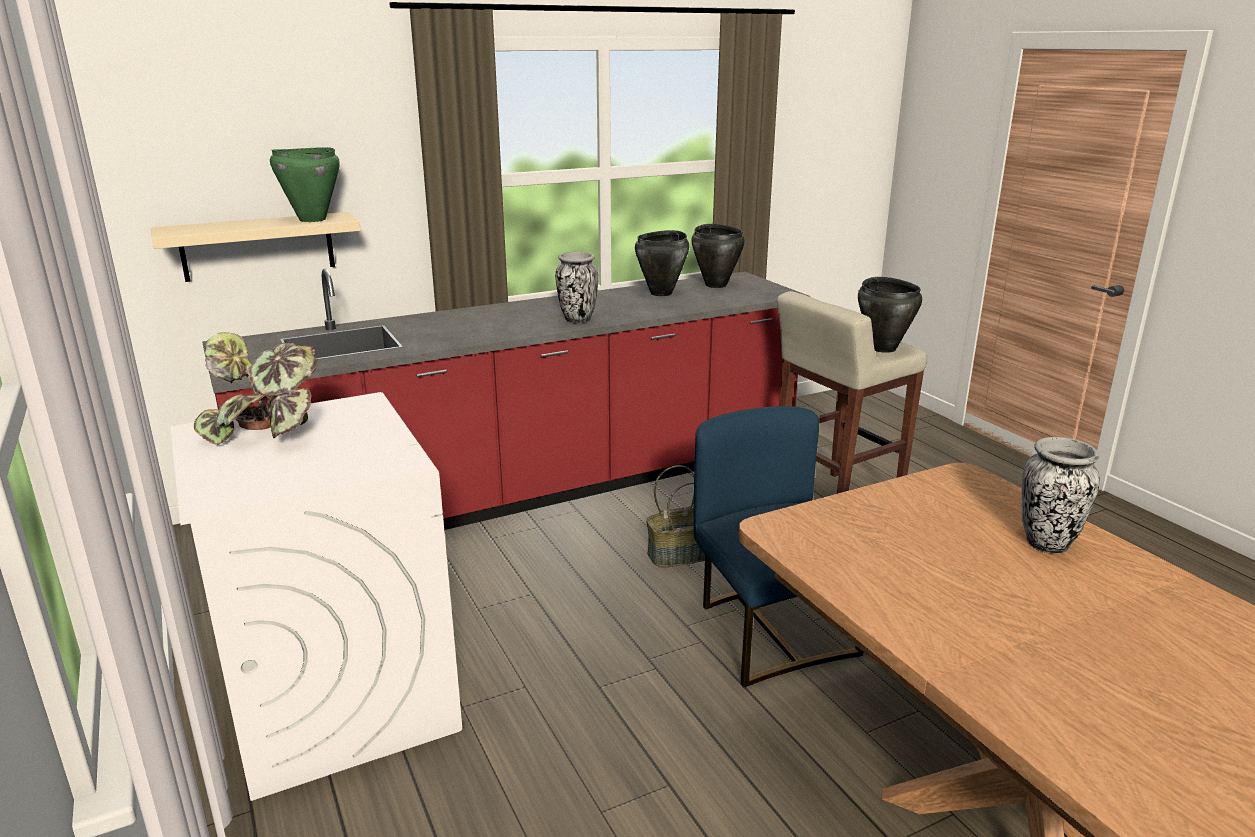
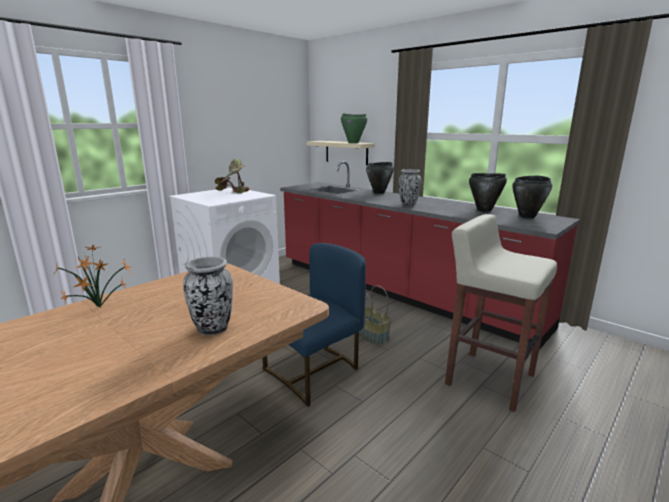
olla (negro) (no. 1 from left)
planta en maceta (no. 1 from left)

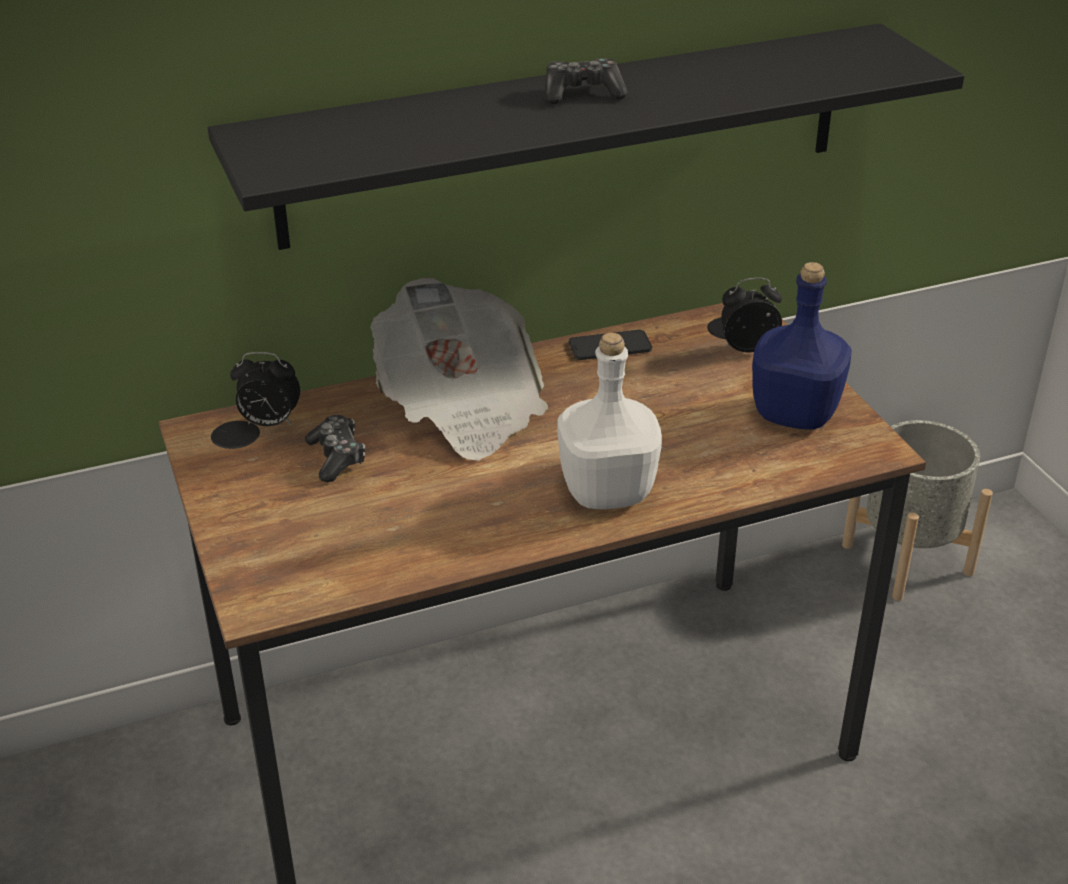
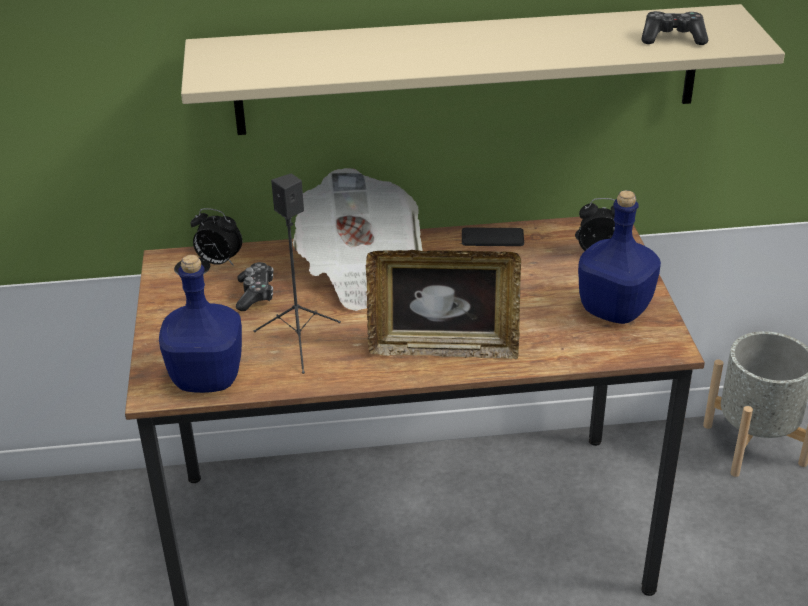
estante (beis)
mando de consola (no. 2 from left)
portarretratos
altavoz (negro)
botella (azul) (no. 1 from left)

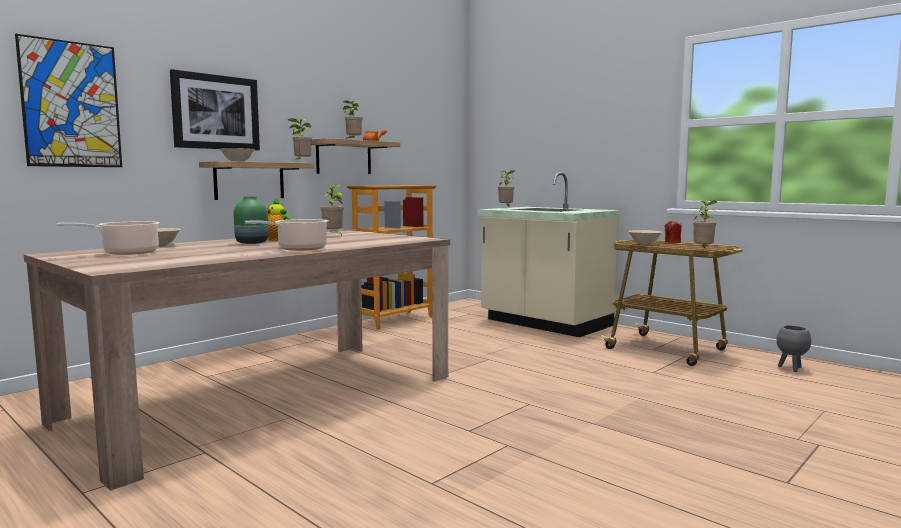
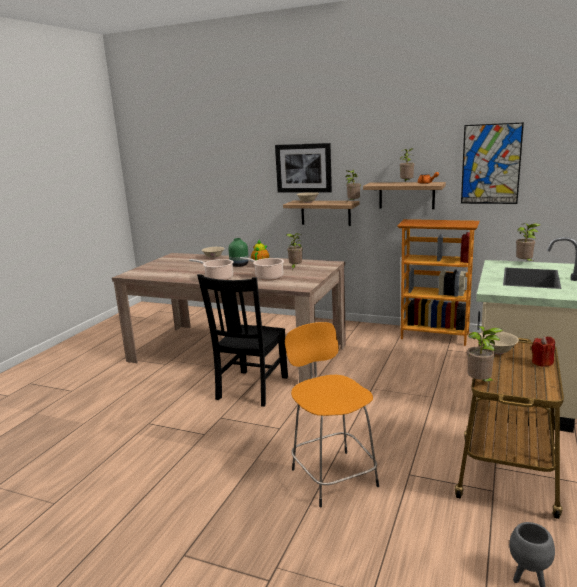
cuadro (no. 2 from left)
olla (no. 2 from left)
silla (negro)
taburete (naranja)

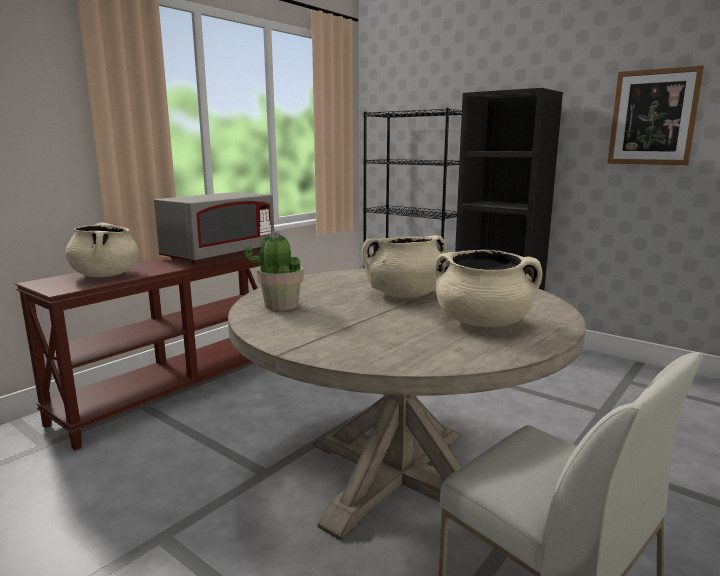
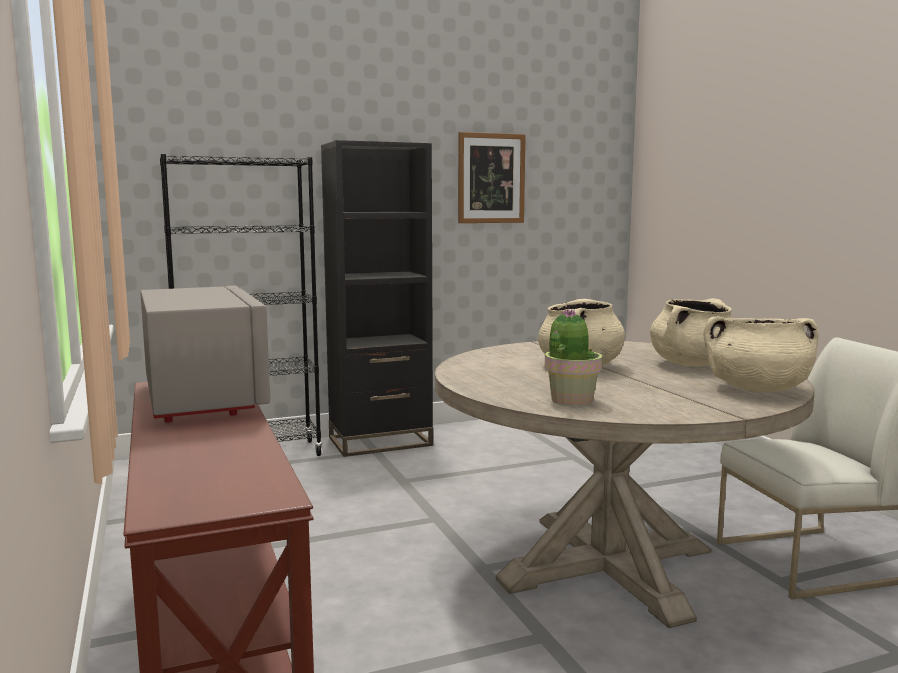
olla (beis) (no. 3 from left)

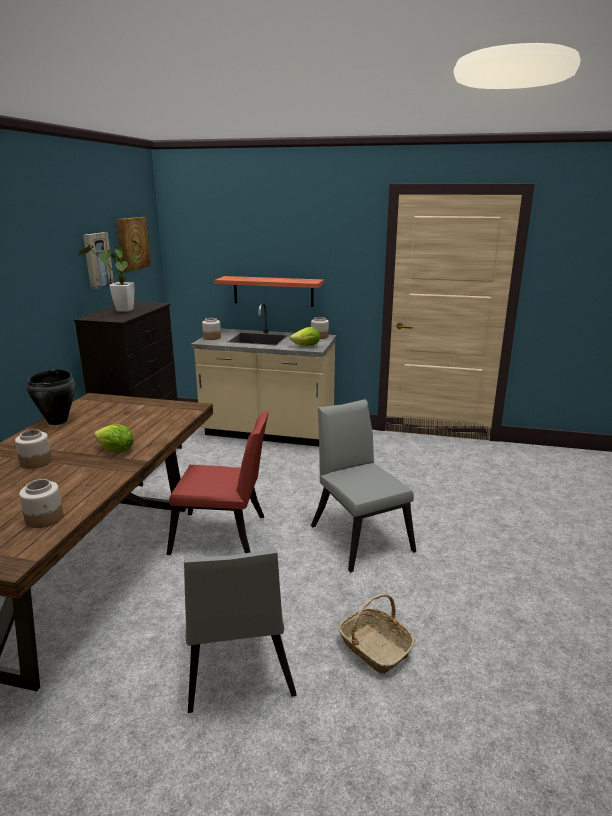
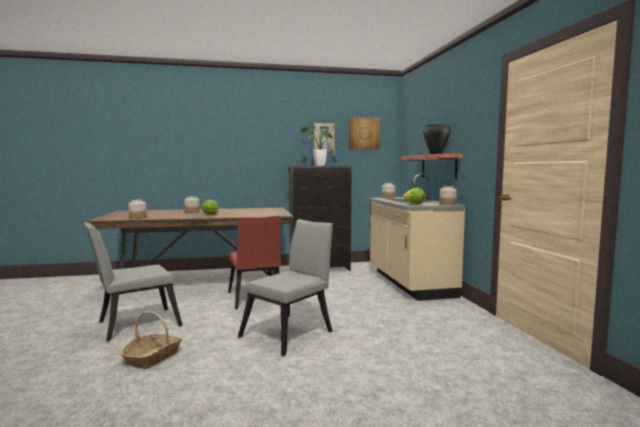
olla (negro)

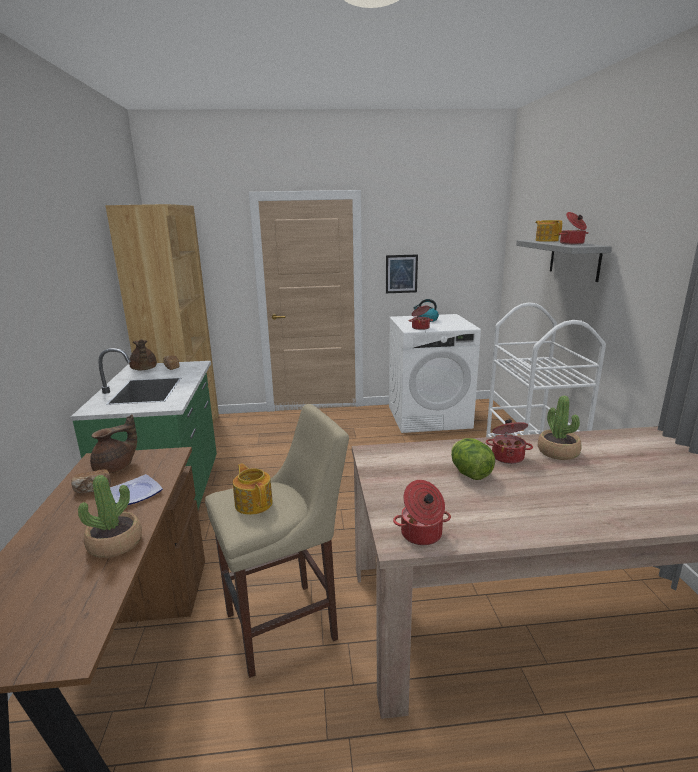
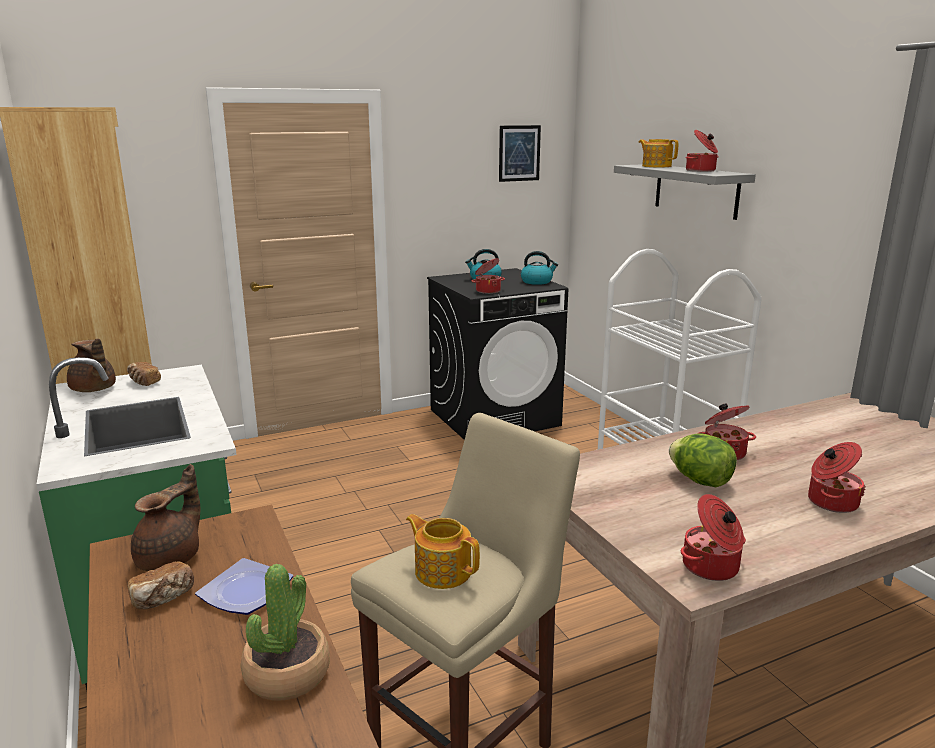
cuadro
lavadora (negro)
planta en maceta (no. 2 from left in the first image)
hervidor (no. 2 from left)
olla (no. 5 from left)

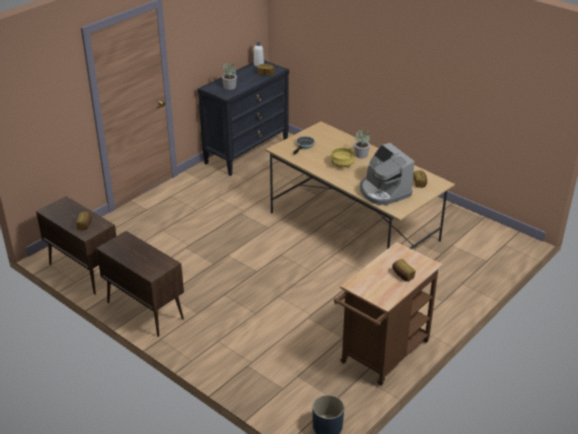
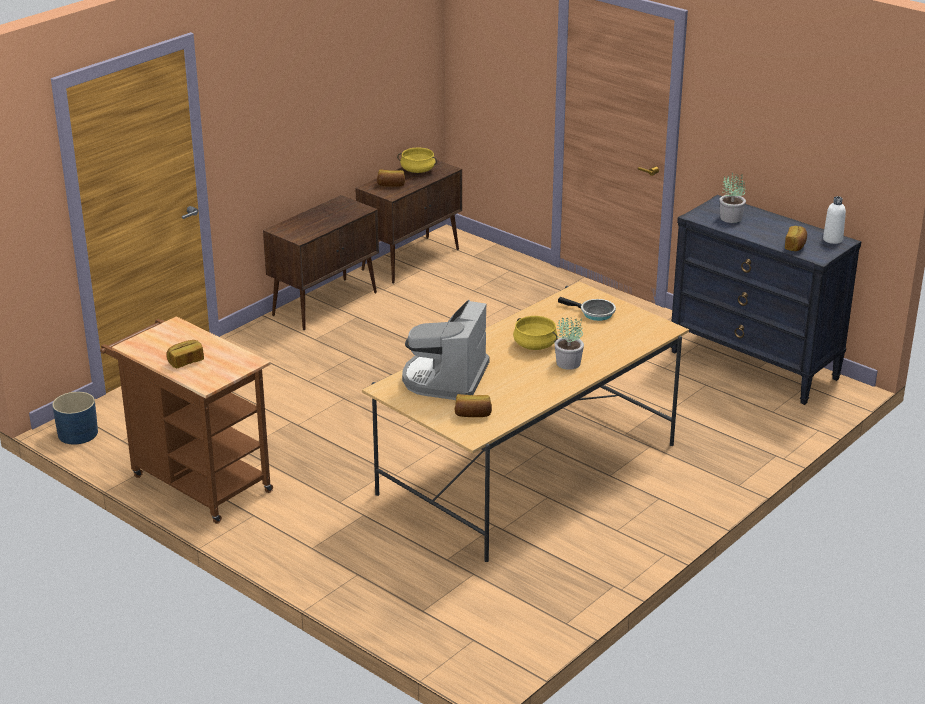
cafetera
olla (amarillo) (no. 1 from left)

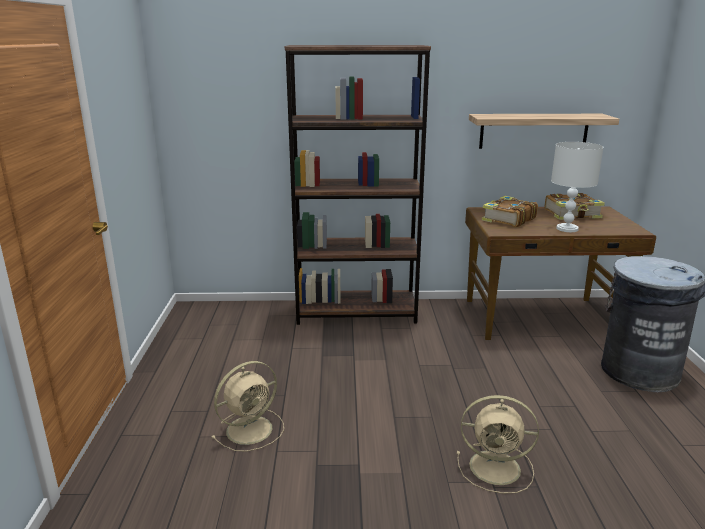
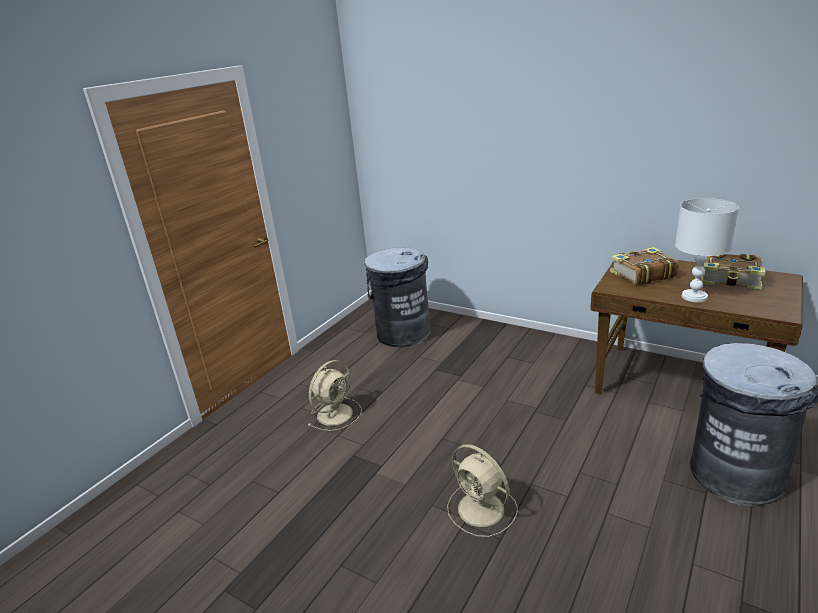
estantería (marrón)
estante
ventilador (beis) (no. 1 from left)
papelera (gris) (no. 1 from left)

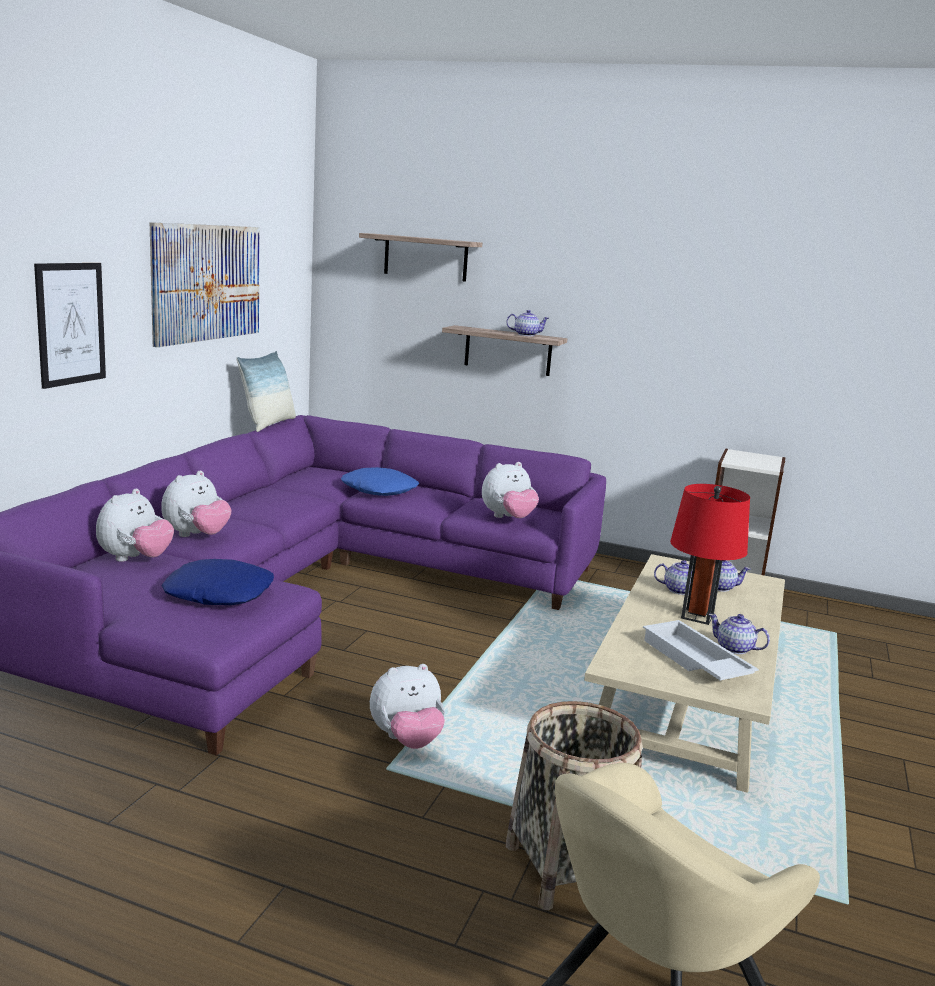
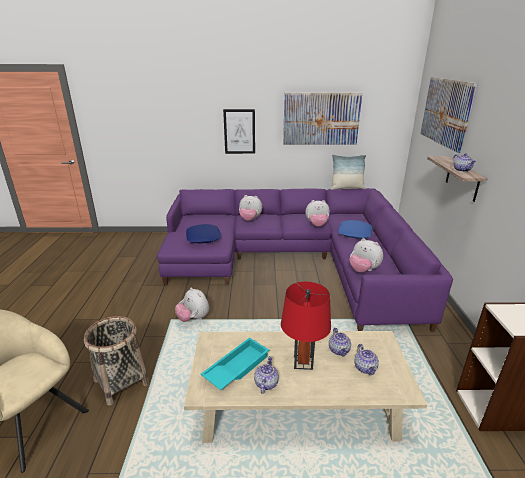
cuadro (no. 3 from left)
peluche (no. 3 from left)
bandeja (turquesa)

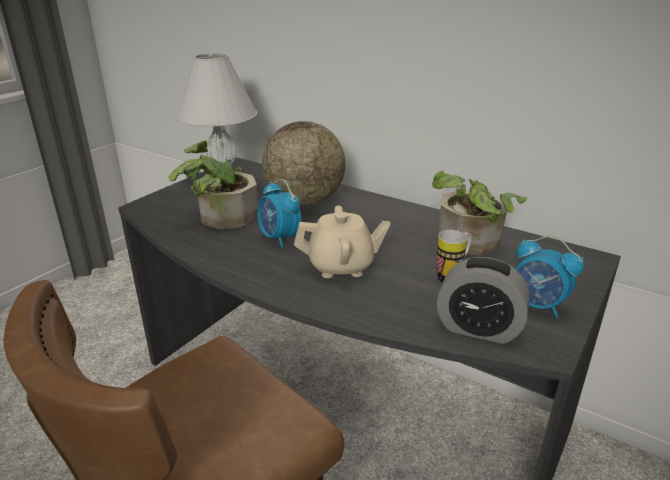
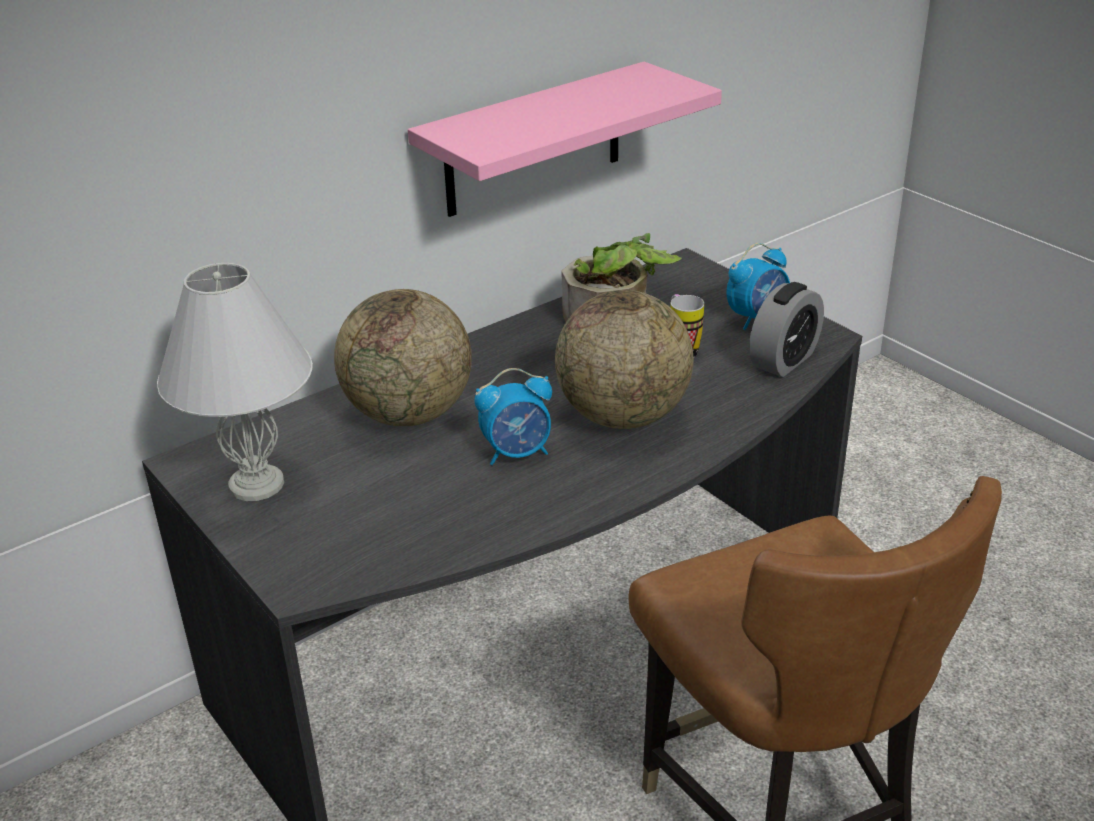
planta en maceta (no. 1 from left in the first image)
globo terráqueo (no. 2 from left)
estante (rosa)

